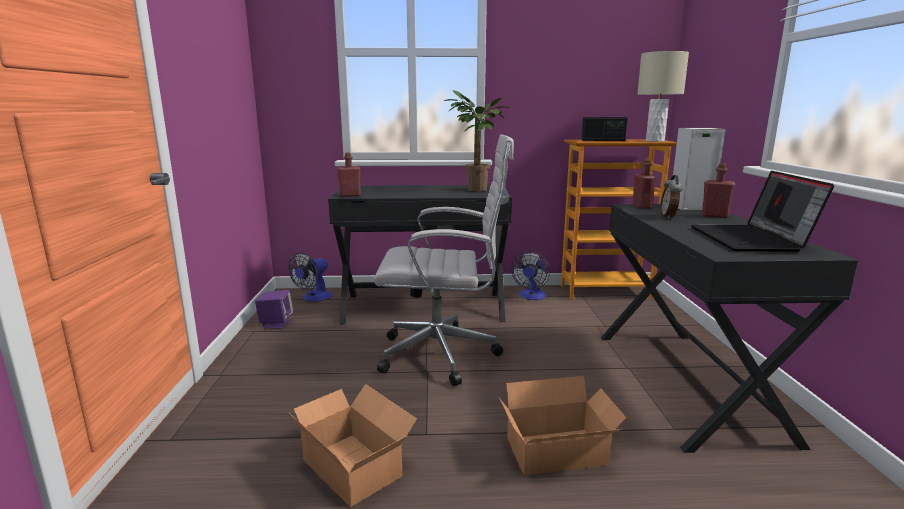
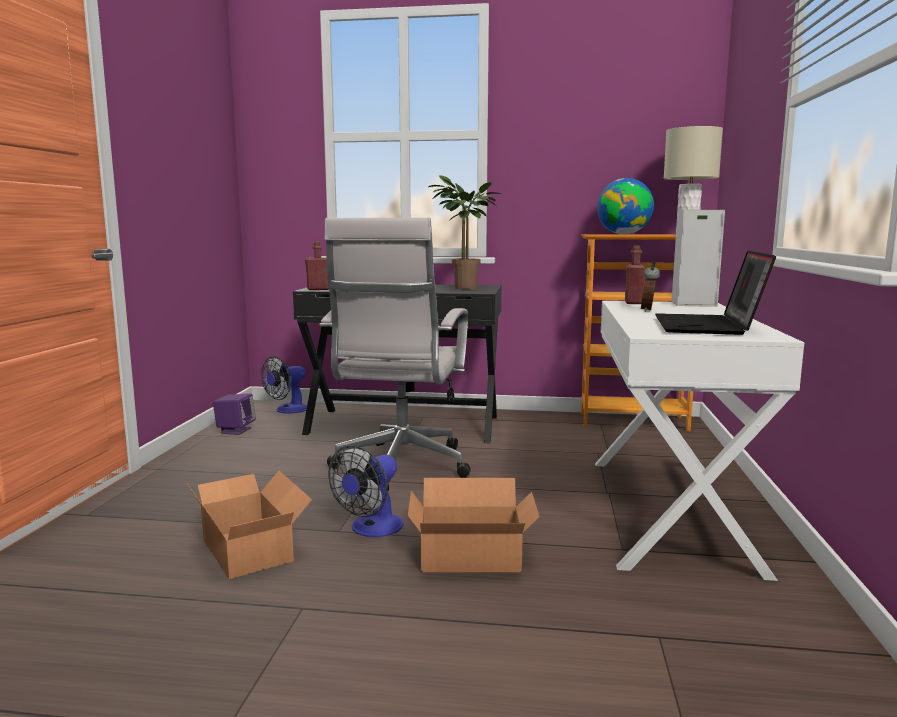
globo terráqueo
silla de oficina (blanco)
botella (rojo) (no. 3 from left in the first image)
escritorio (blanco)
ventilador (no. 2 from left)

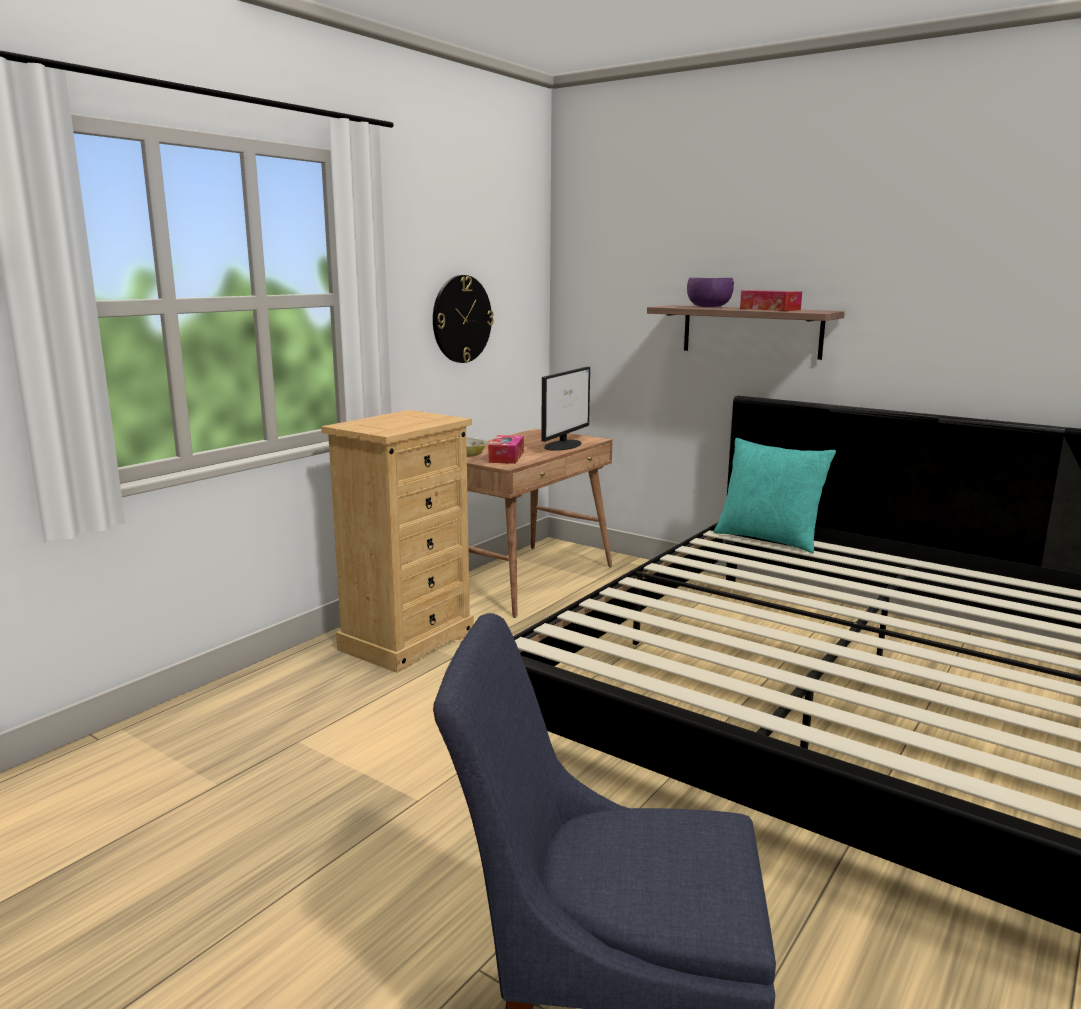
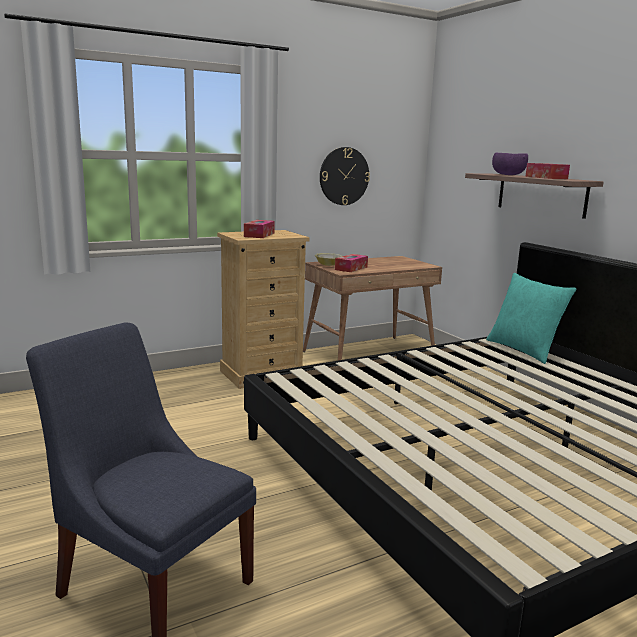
monitor
caja de pañuelos (no. 1 from left)

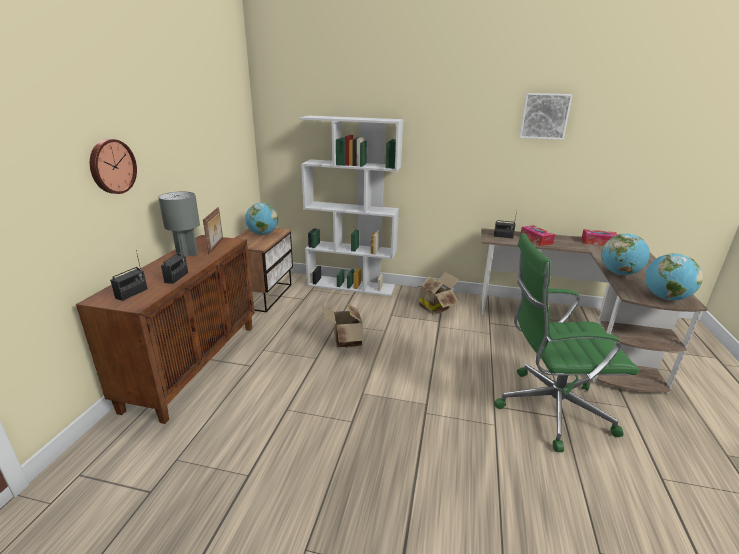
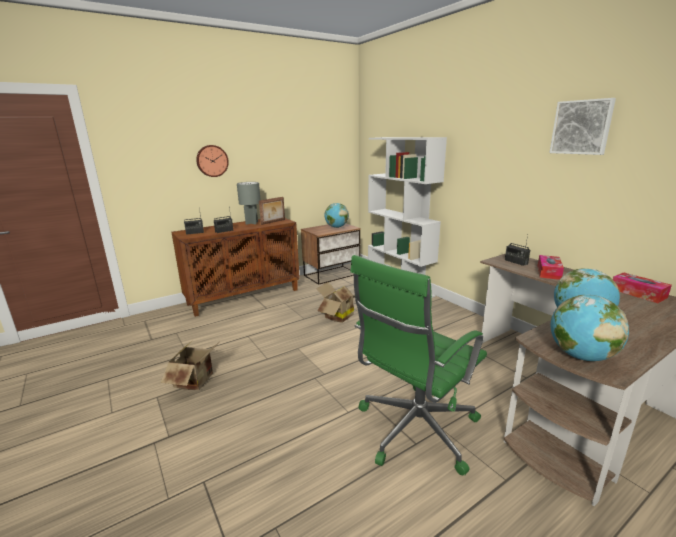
silla de oficina (verde)
caja de cartón (no. 1 from left)

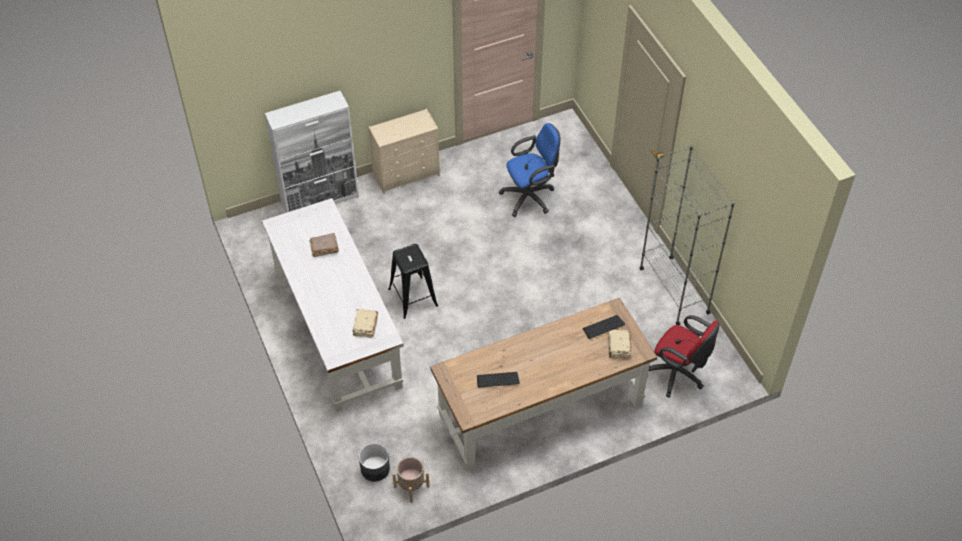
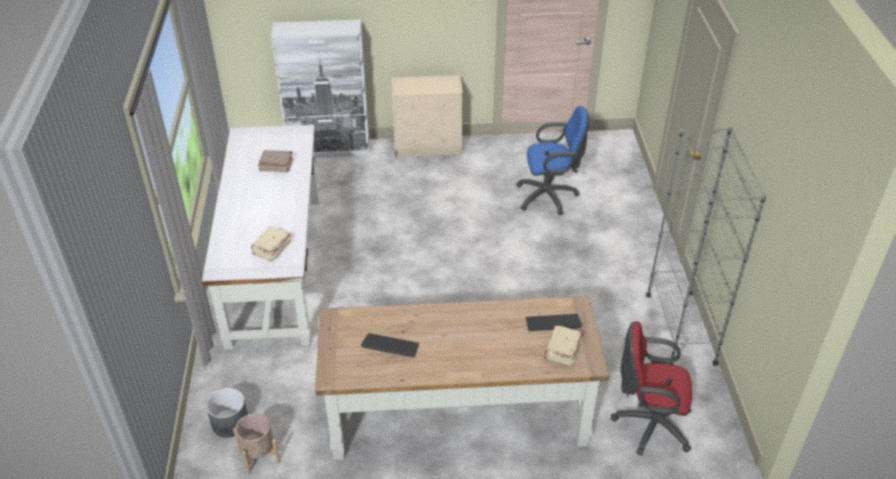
taburete (negro)
silla de oficina (rojo)

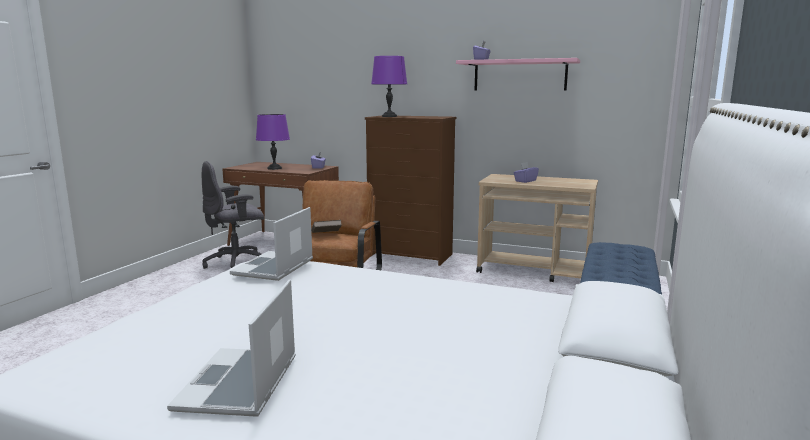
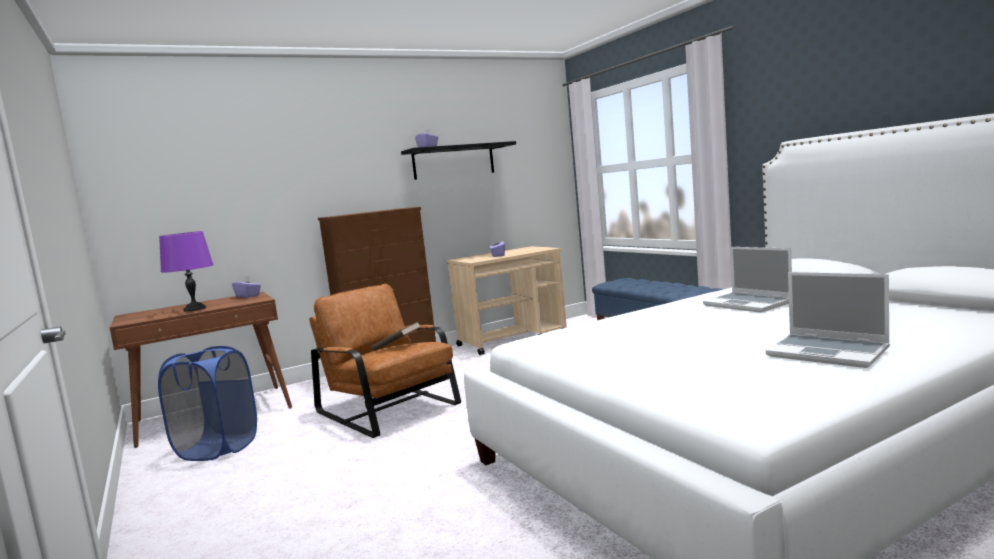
lámpara de mesa (morado) (no. 2 from left in the first image)
estante (negro)
cesto de la ropa (azul)
portátil (no. 1 from left)

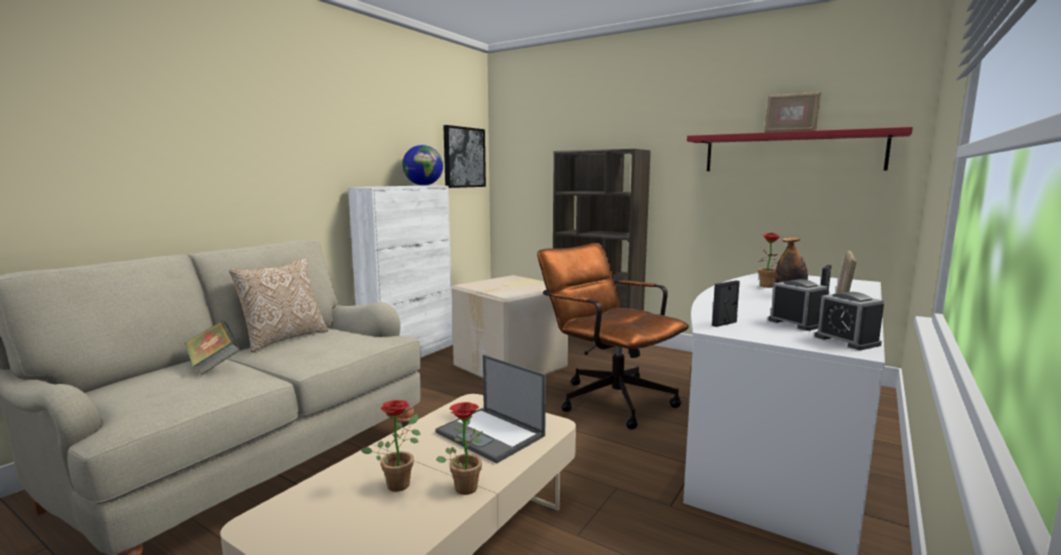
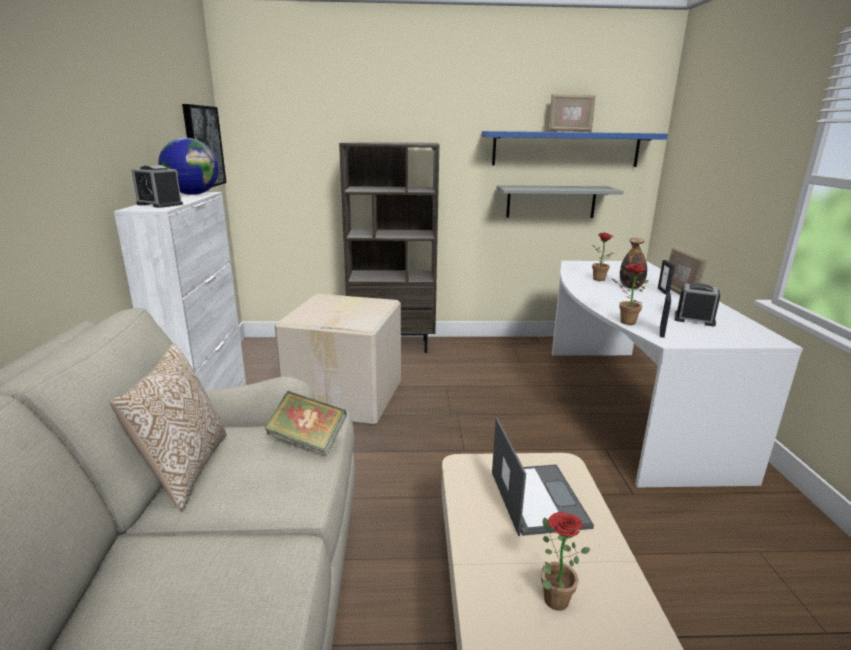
estante (azul)
silla de oficina (marrón)
despertador (no. 1 from left)
libro
portátil
planta en maceta (no. 3 from left)
estante (gris)

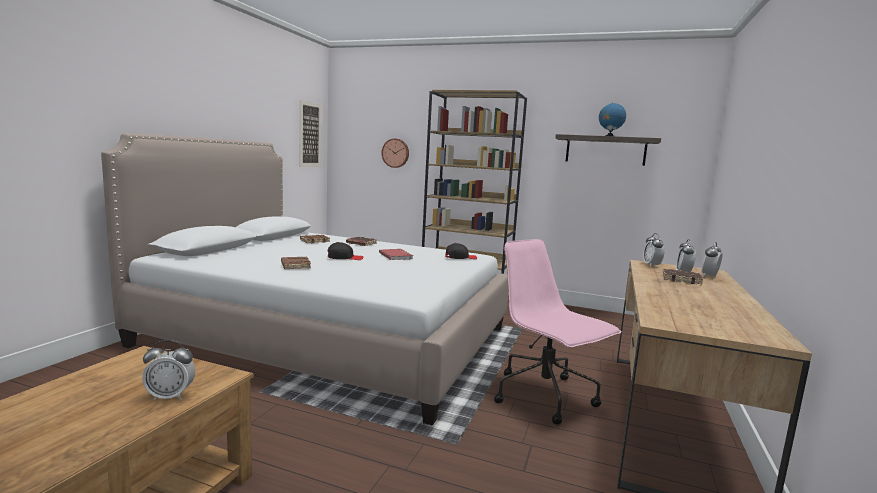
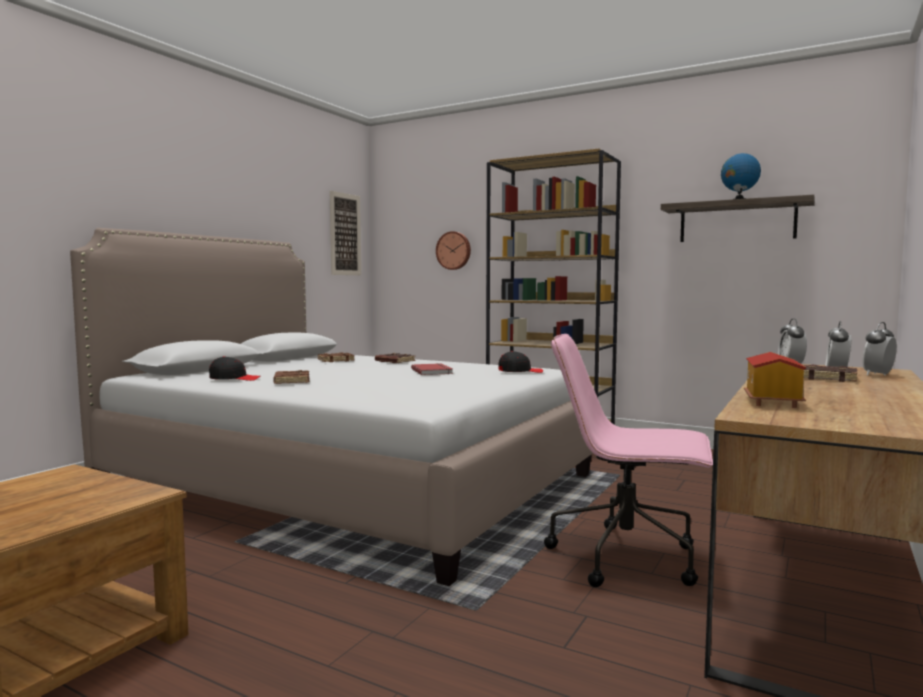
silla de oficina (rosa)
gorra (negro) (no. 1 from left)
despertador (no. 1 from left in the first image)
casita

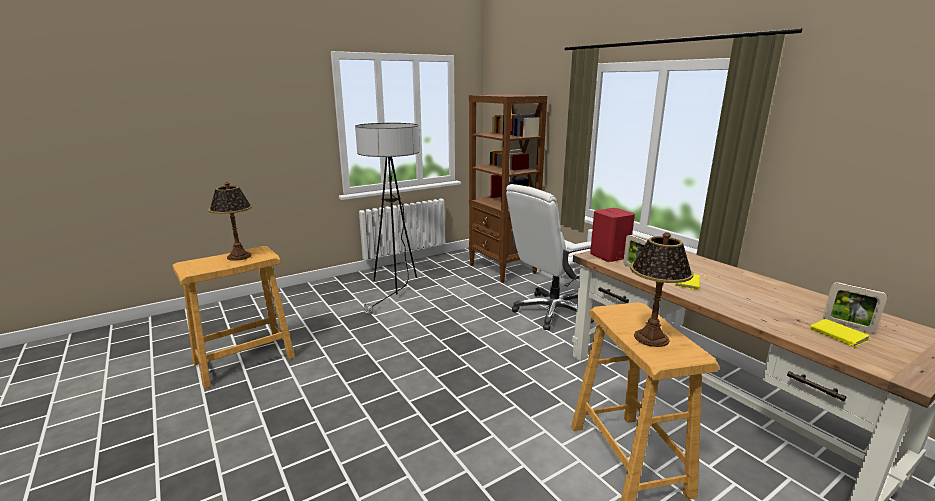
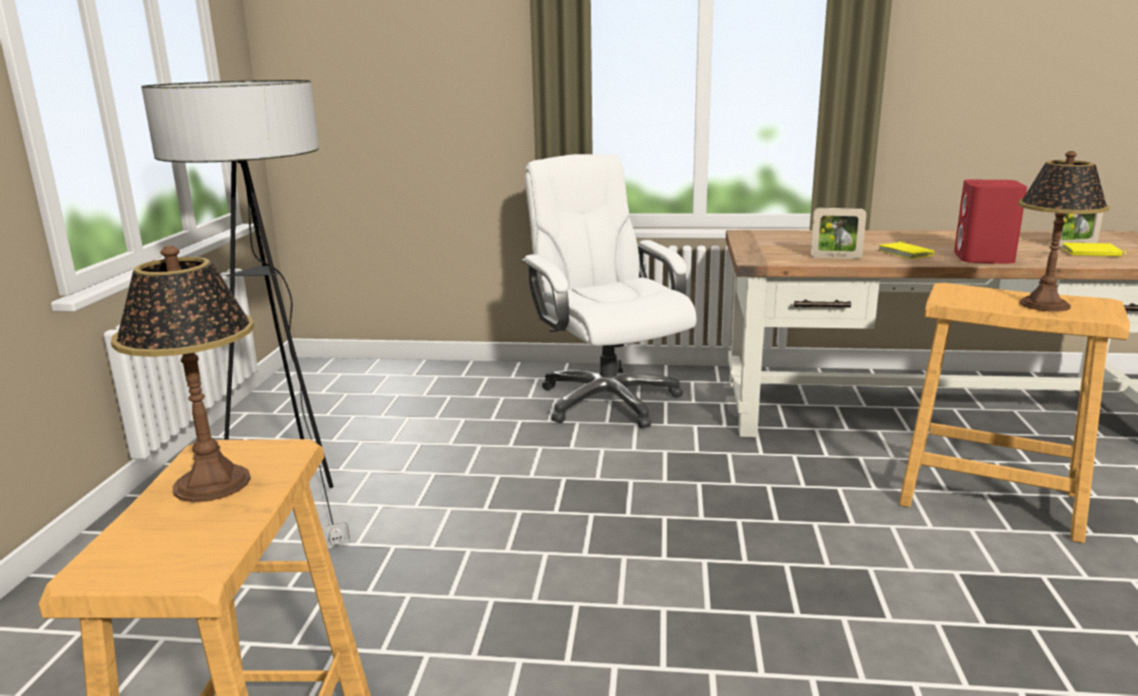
estantería (marrón)
silla de oficina (blanco)
altavoz (rojo)

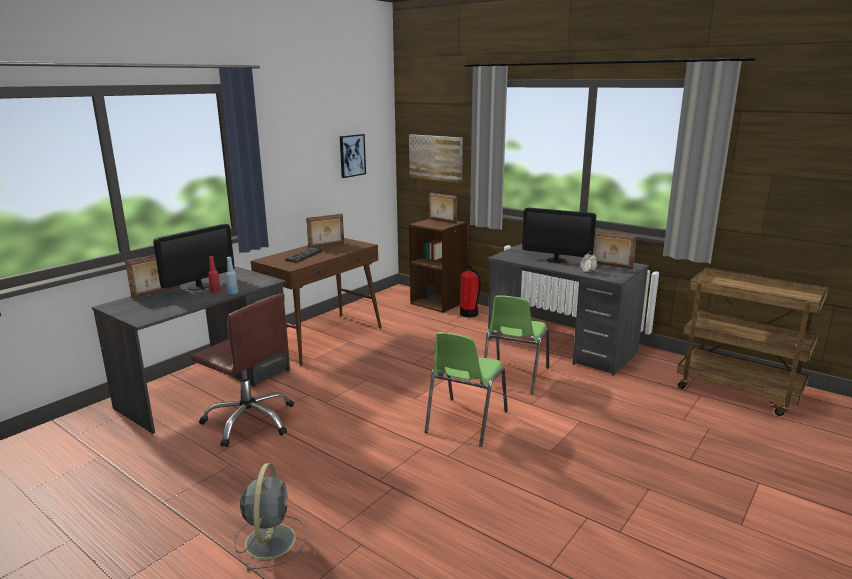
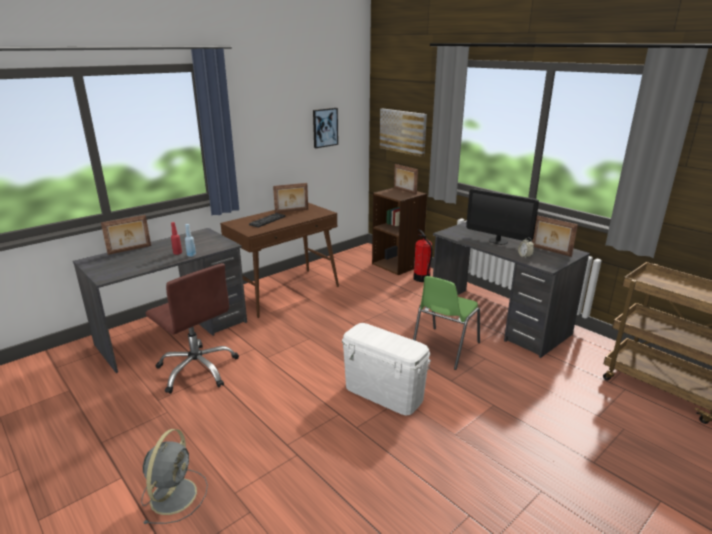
monitor (no. 1 from left in the first image)
caja de almacenaje (blanco)

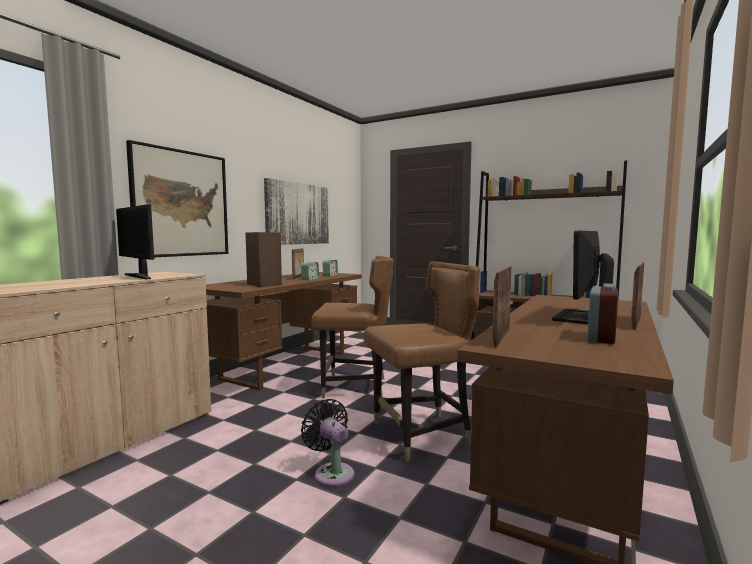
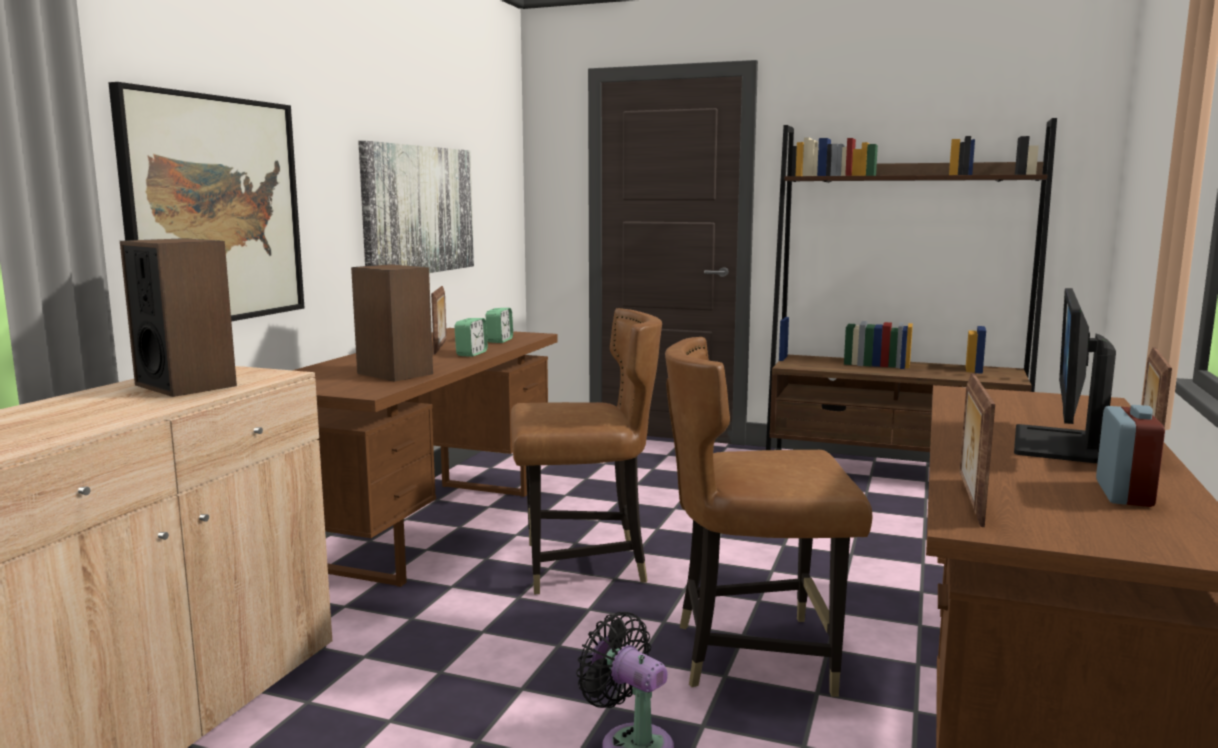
altavoz (no. 1 from left)
silla (marrón) (no. 2 from left)

